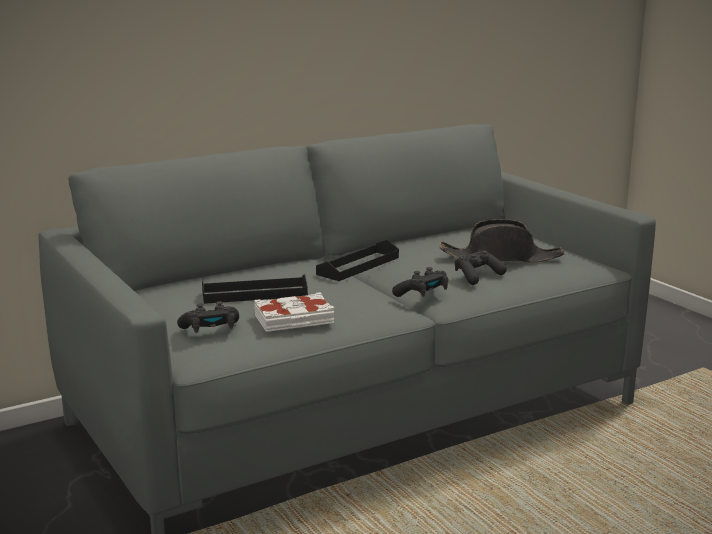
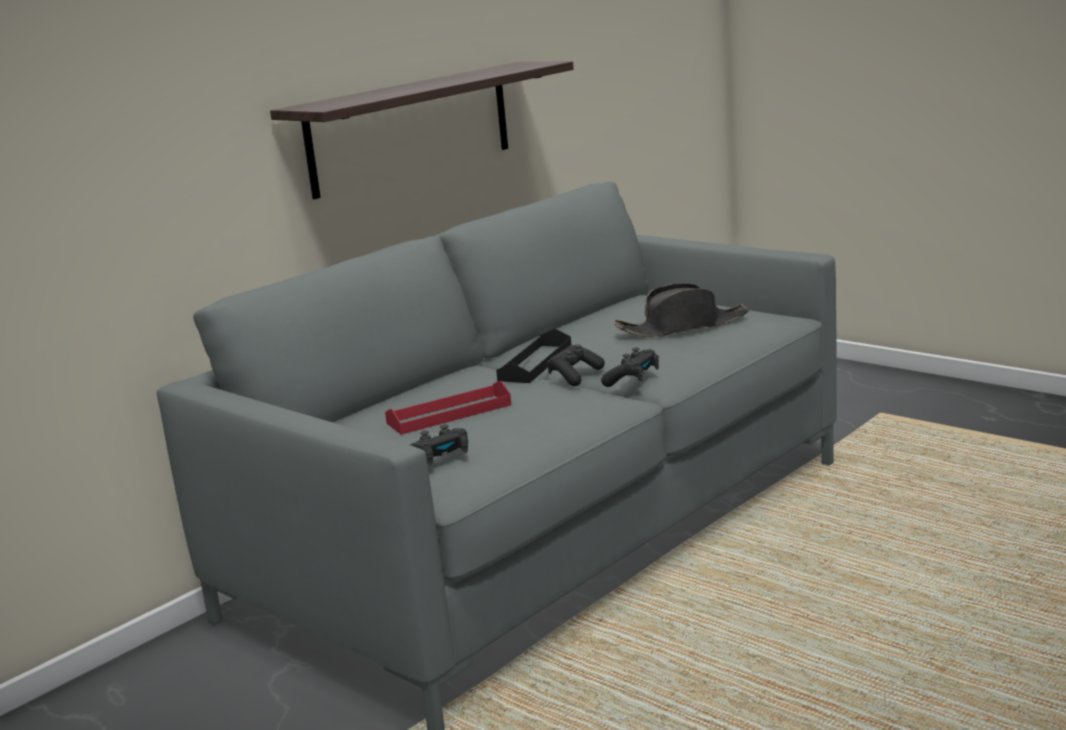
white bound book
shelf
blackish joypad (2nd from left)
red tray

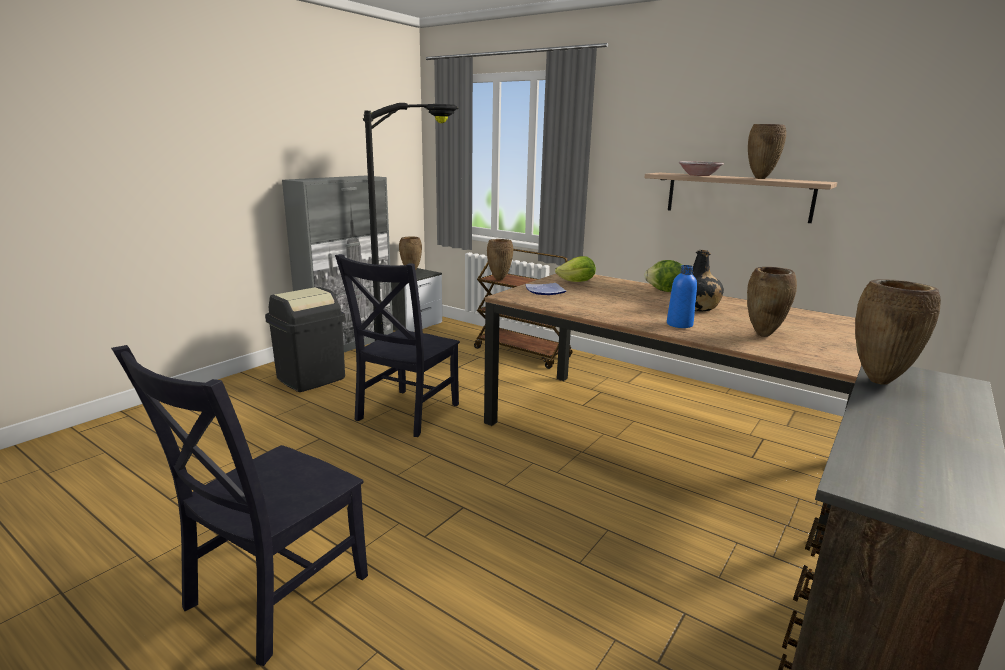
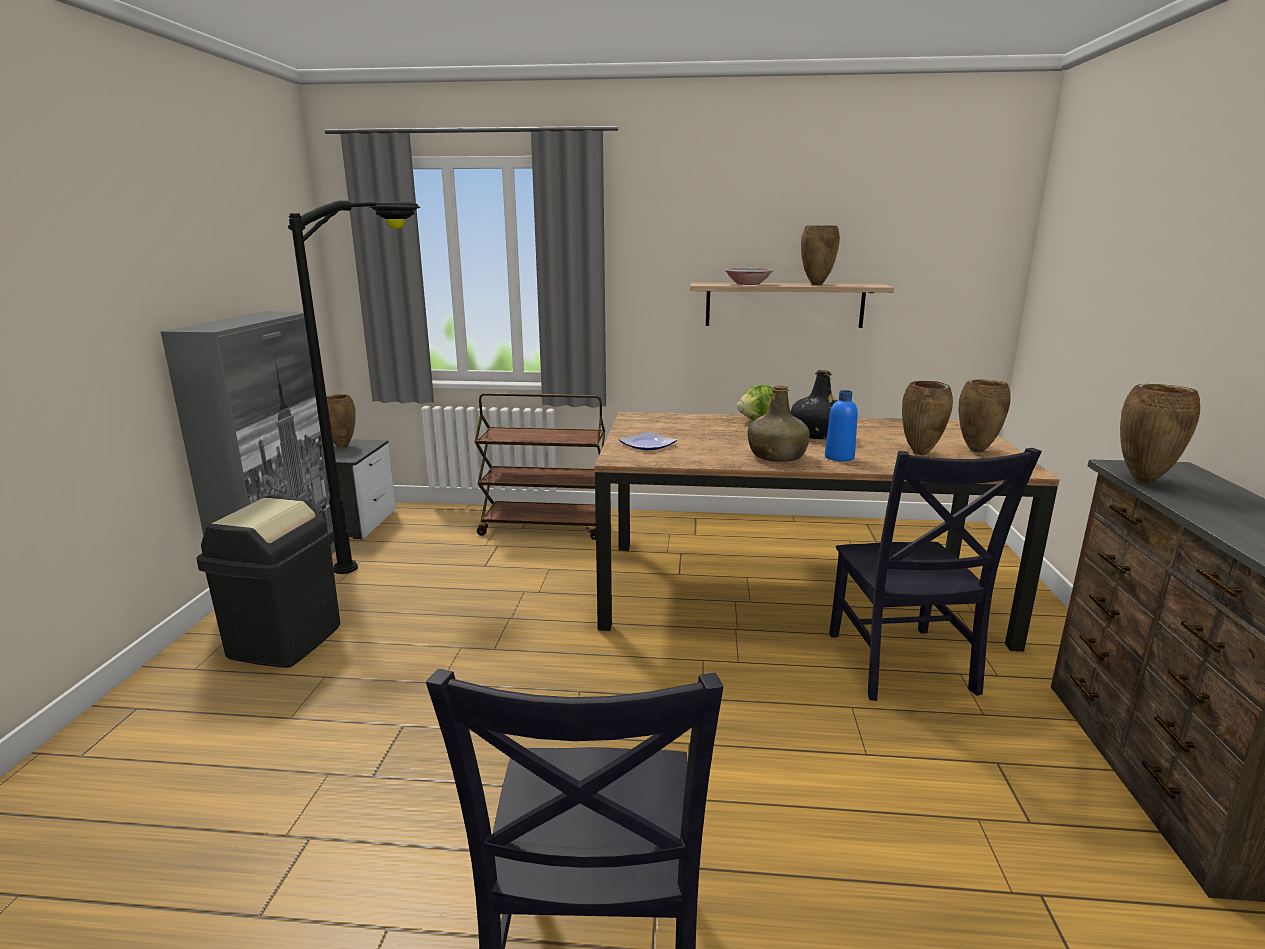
lettuce head (1st from left in the first image)
green bottle
blackish upright chair (2nd from left)
brown flower vase (4th from left)

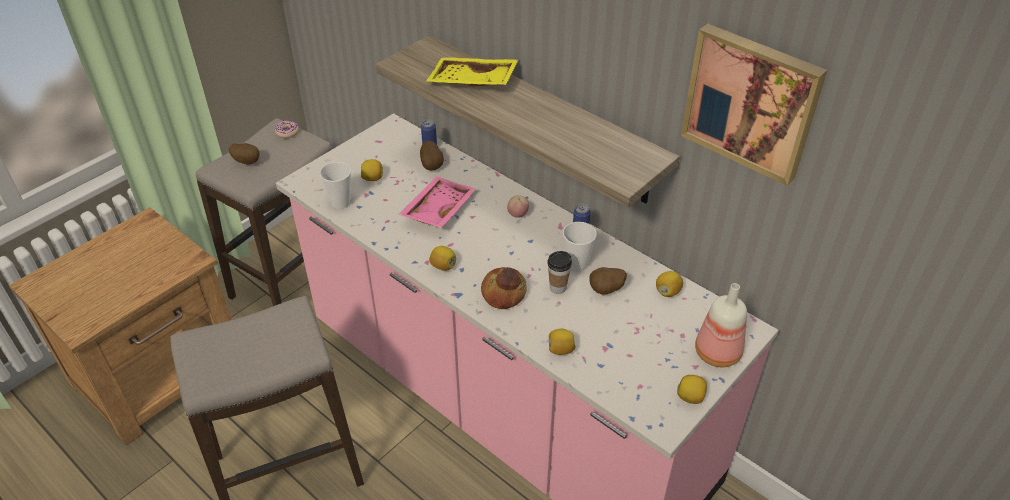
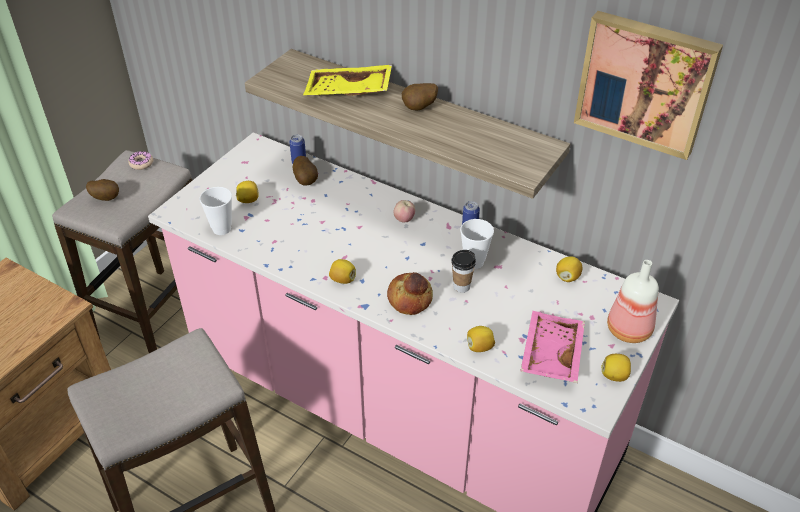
pink tray
potato (3rd from left)

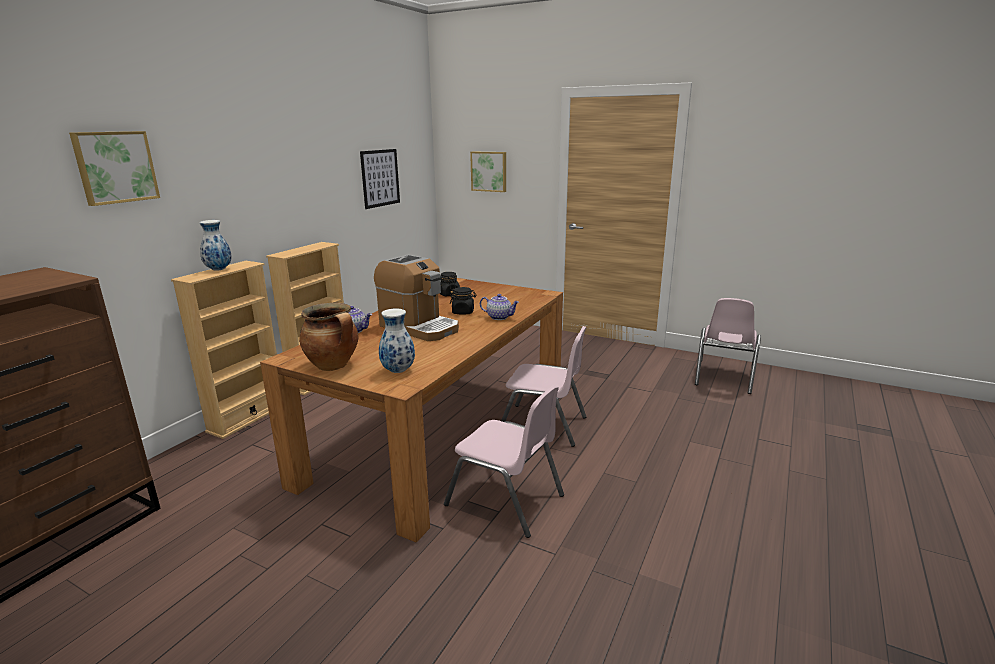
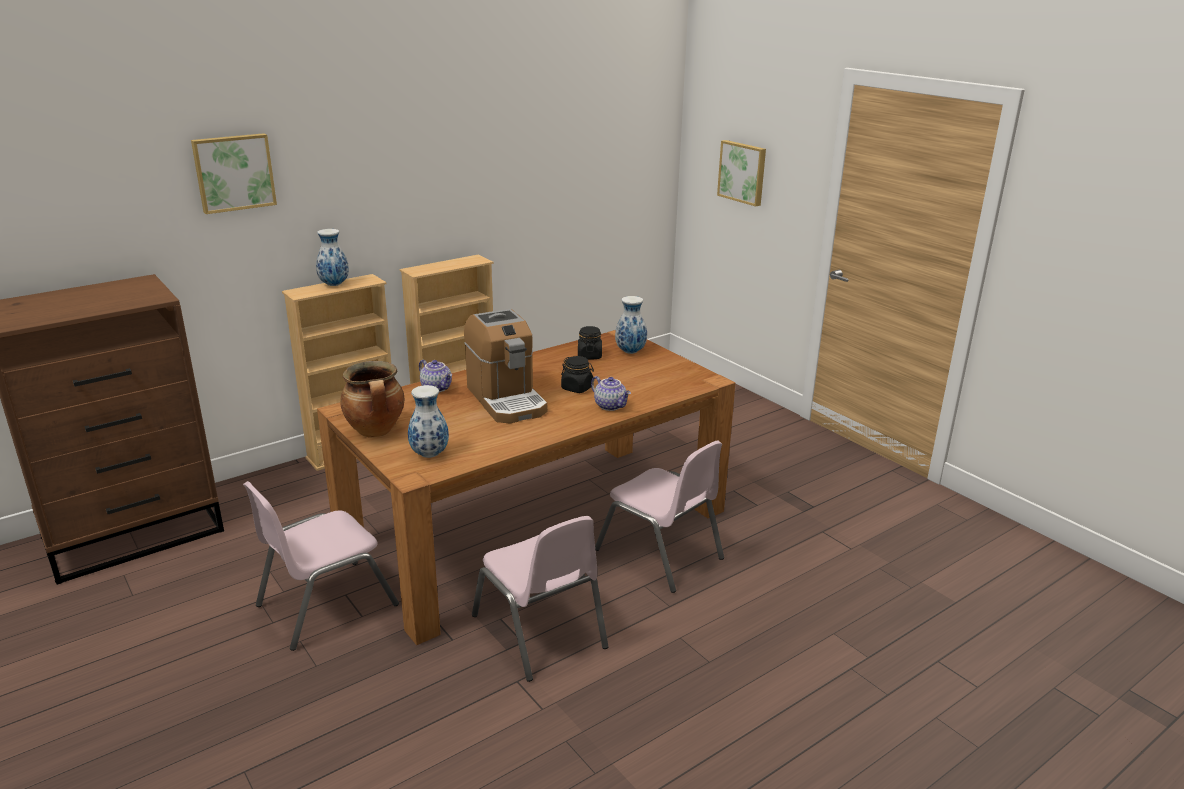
wall picture (2nd from left in the first image)
flower vase (3rd from left)
pink upright chair (1st from left)

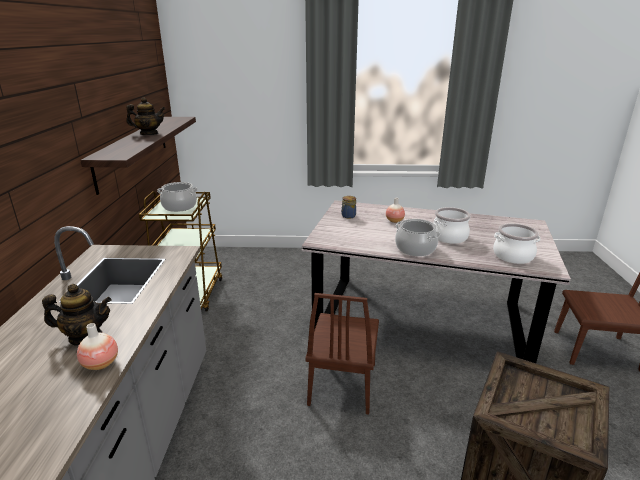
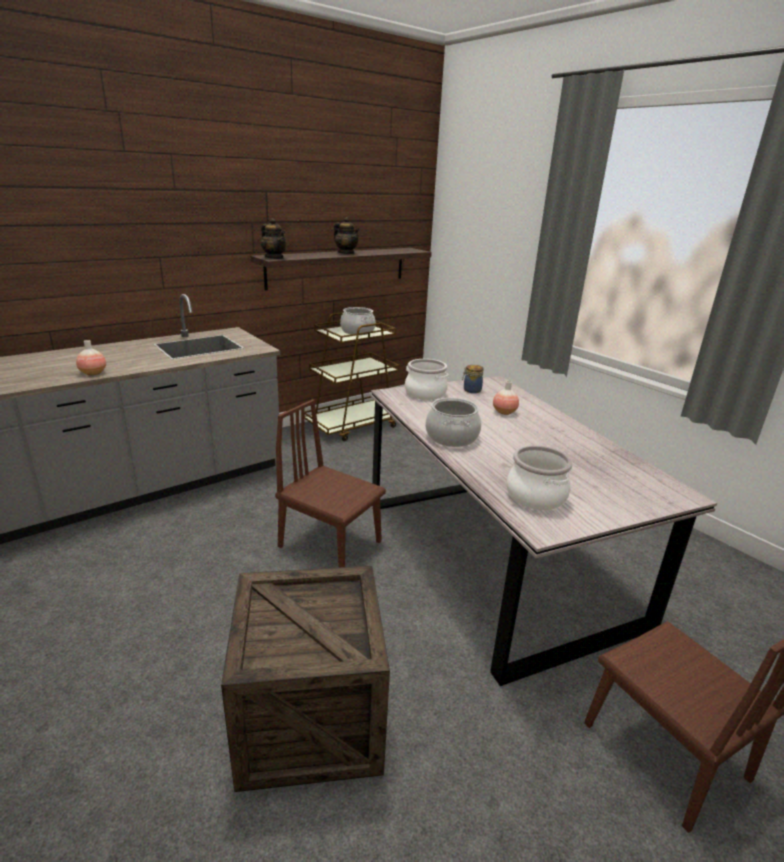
teapot (1st from left)
stockpot (2nd from left)
brown upright chair (1st from left)

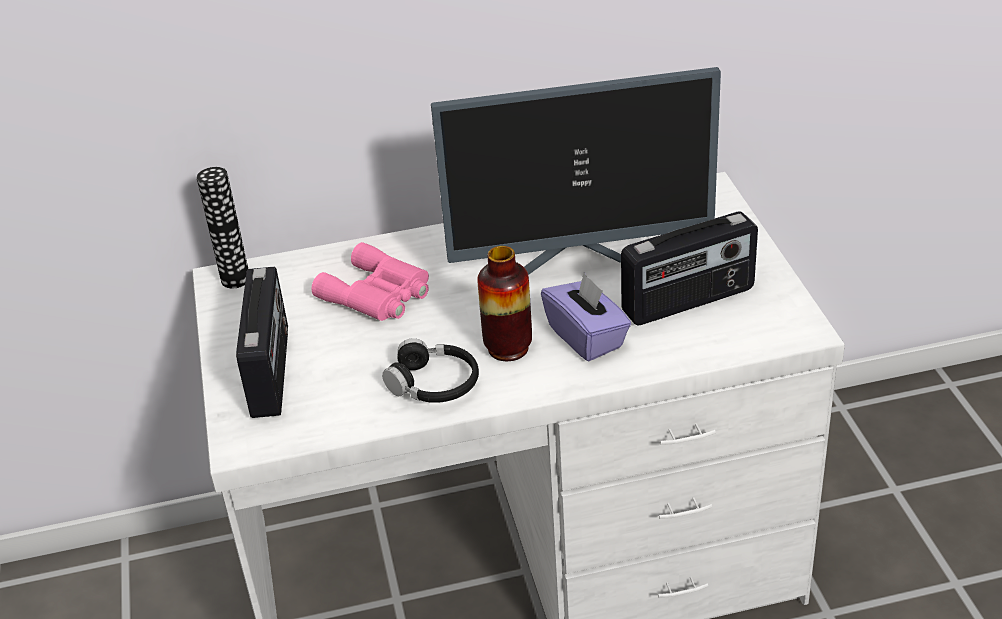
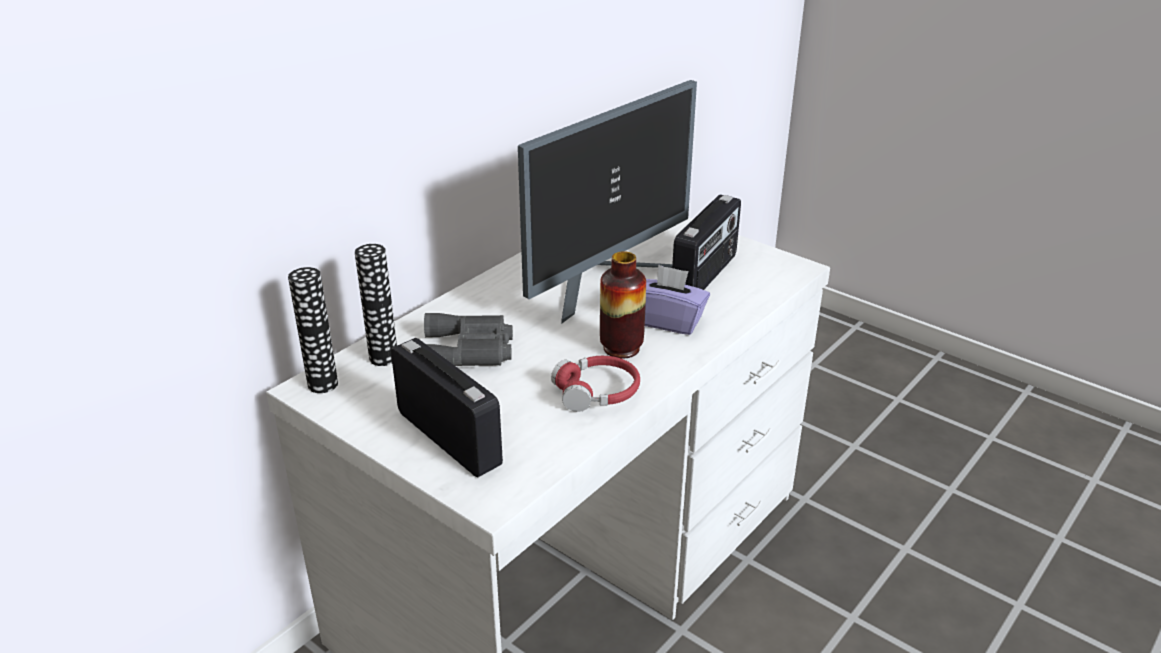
flower vase (2nd from left)
grey pair of binoculars
red pair of headphones

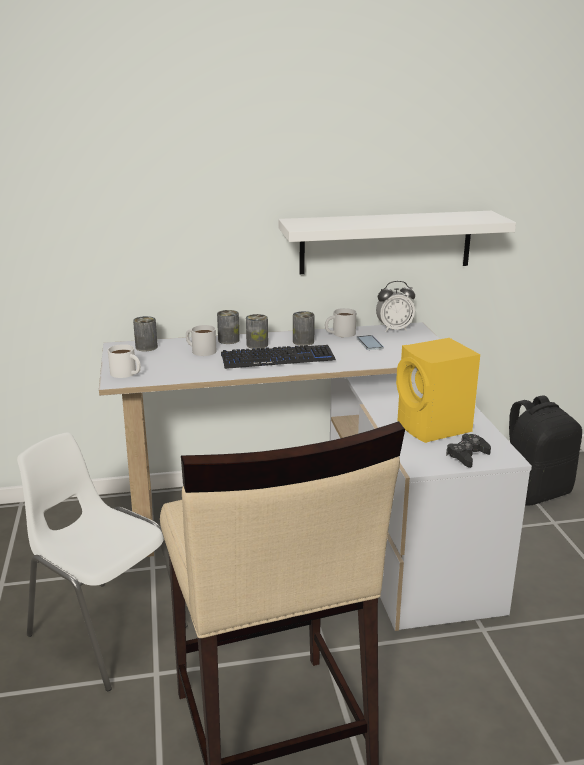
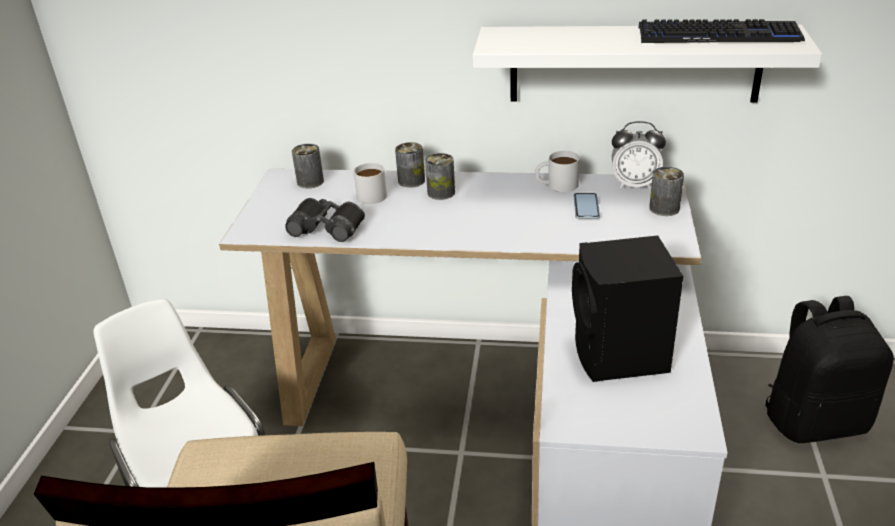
white tea mug (1st from left in the first image)
blackish joypad
blackish pair of binoculars
computer keyboard
metal can (4th from left)
blackish speaker

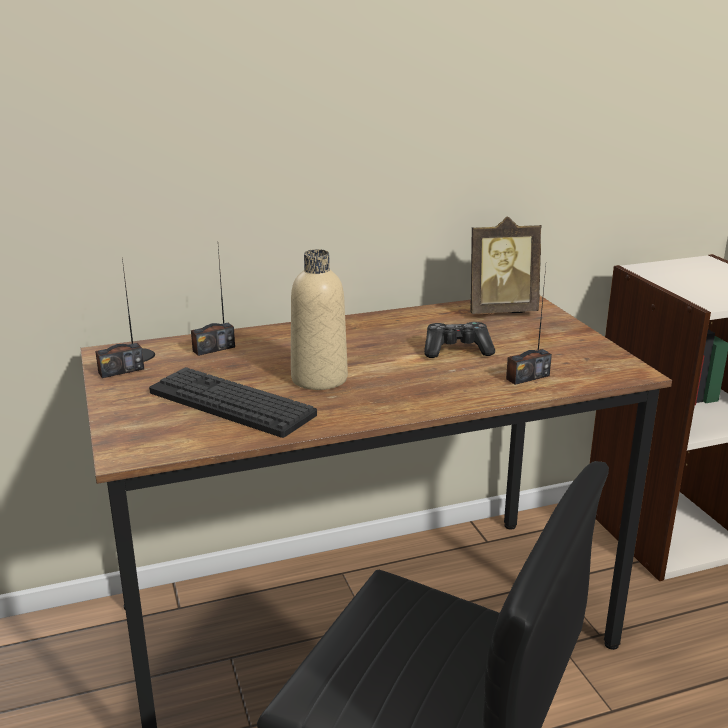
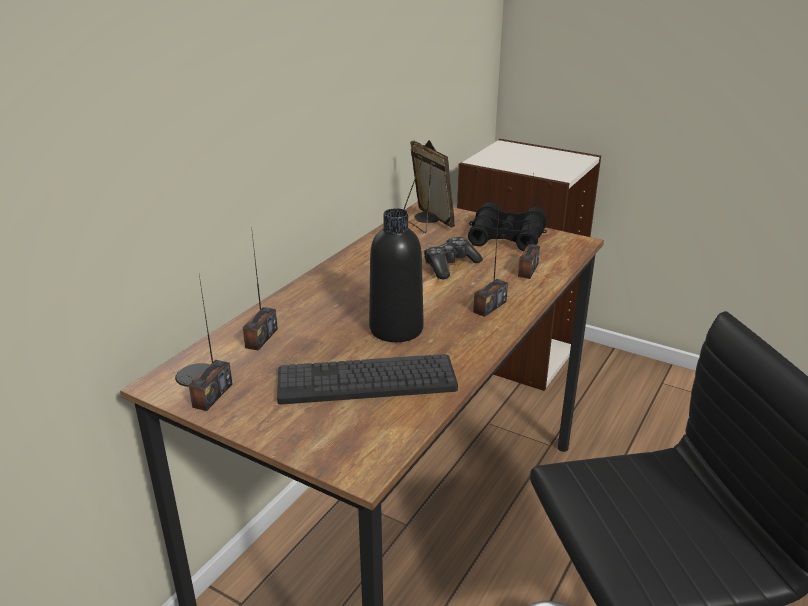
blackish pair of binoculars
radio receiver (3rd from left)
blackish bottle
standing frame

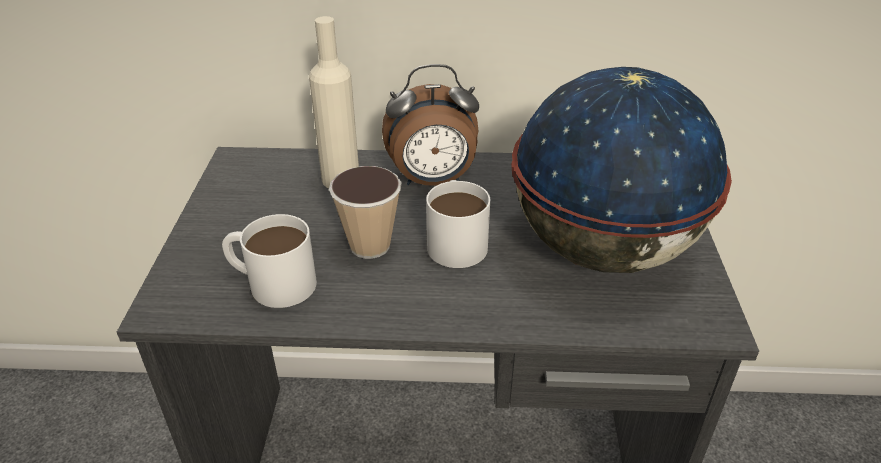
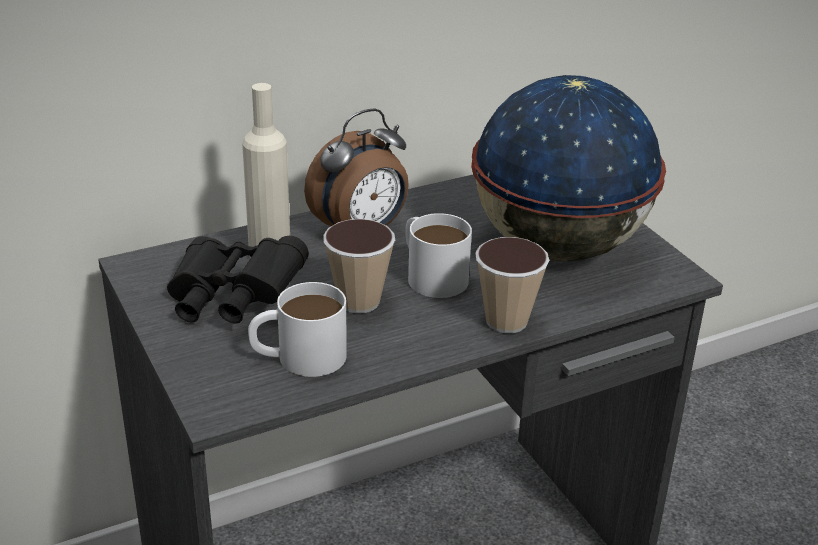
blackish pair of binoculars
drinking cup (2nd from left)

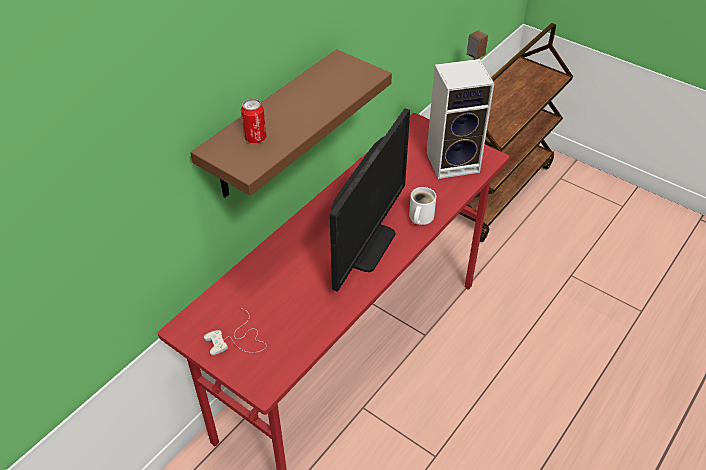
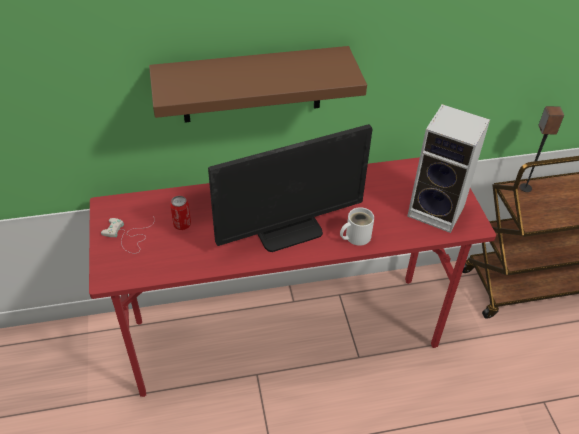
metal can

